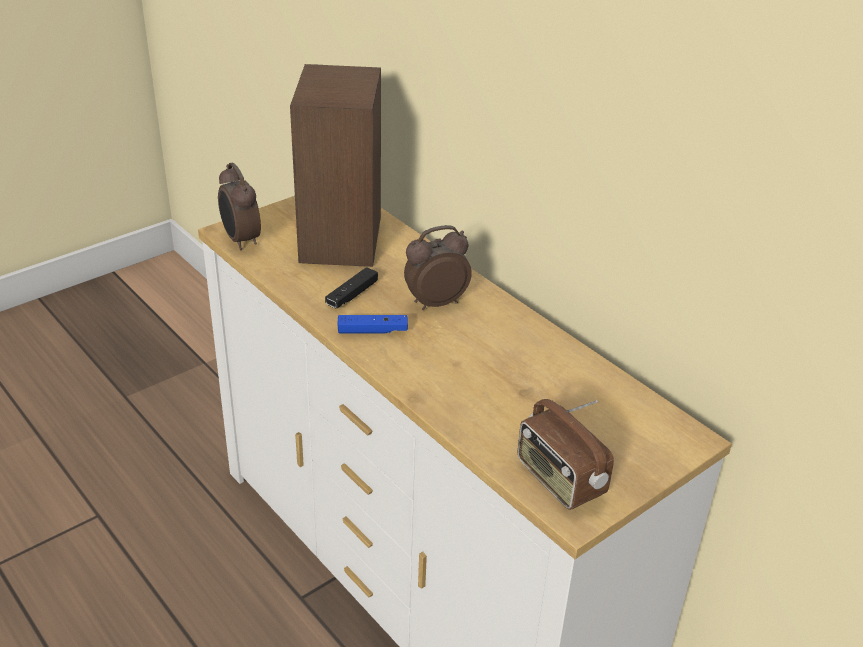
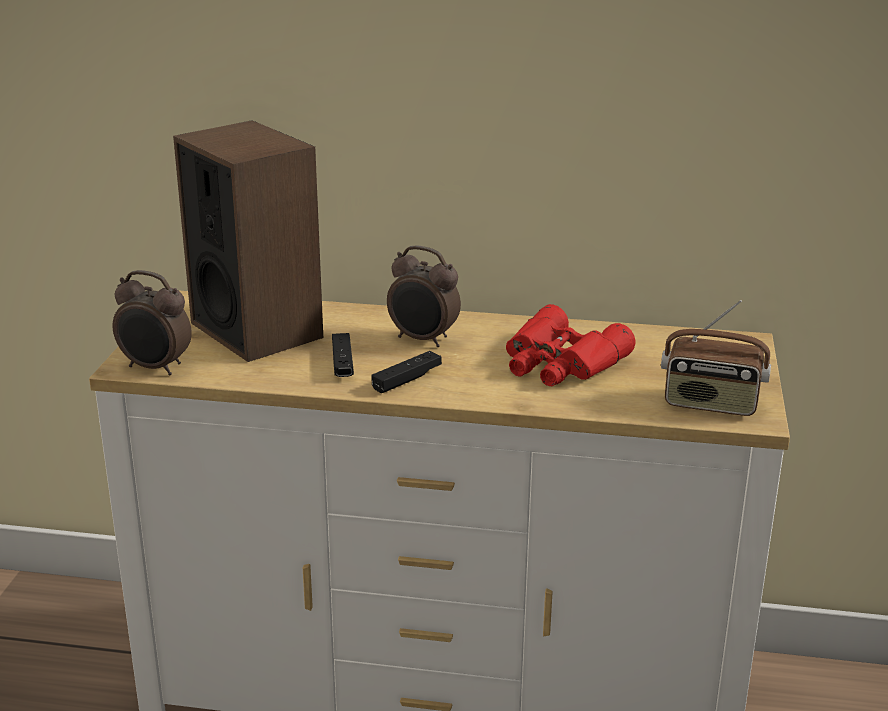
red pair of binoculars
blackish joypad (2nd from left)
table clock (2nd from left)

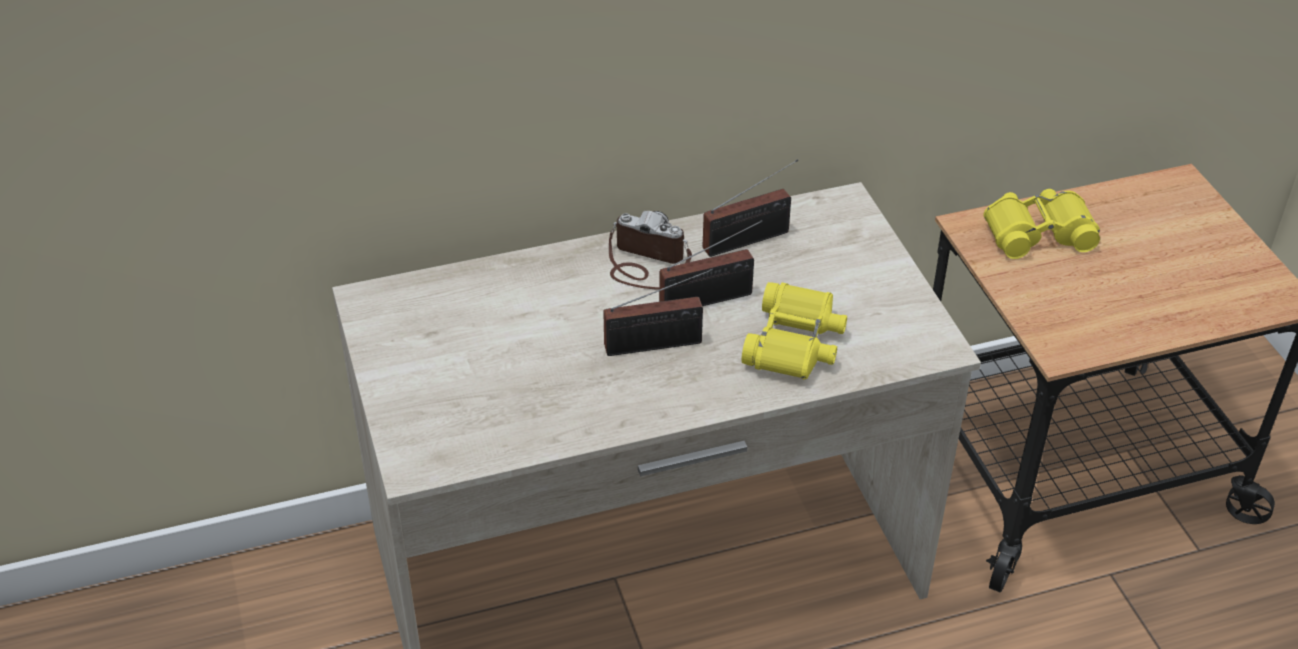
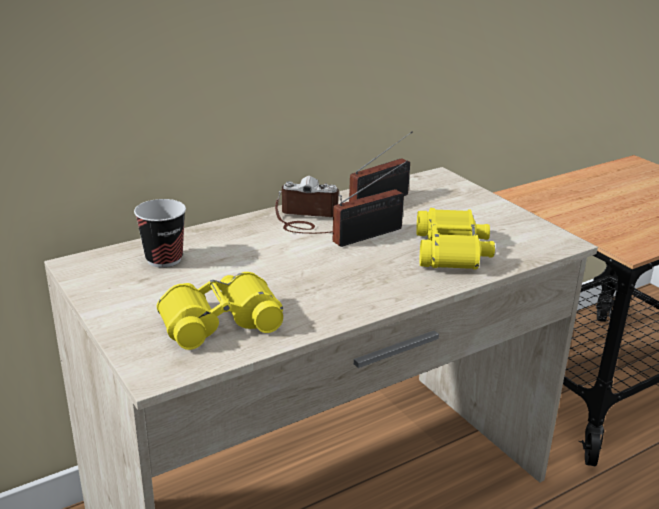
radio receiver (1st from left in the first image)
drinking cup
yellow-coloured pair of binoculars (1st from left)

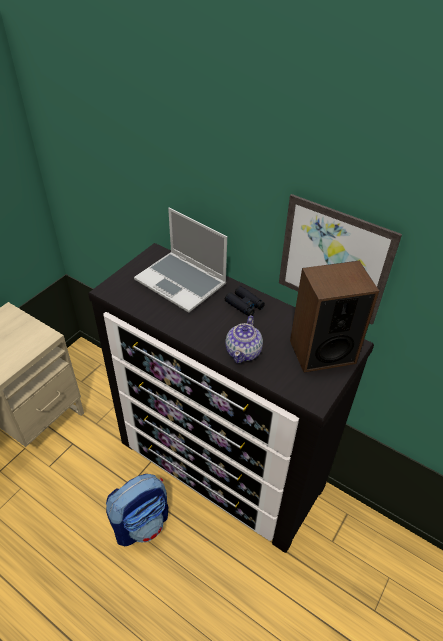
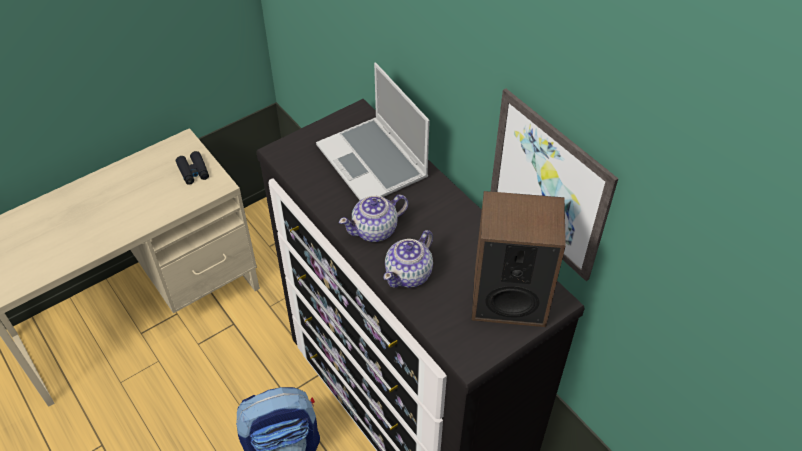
teapot (1st from left)
blackish pair of binoculars

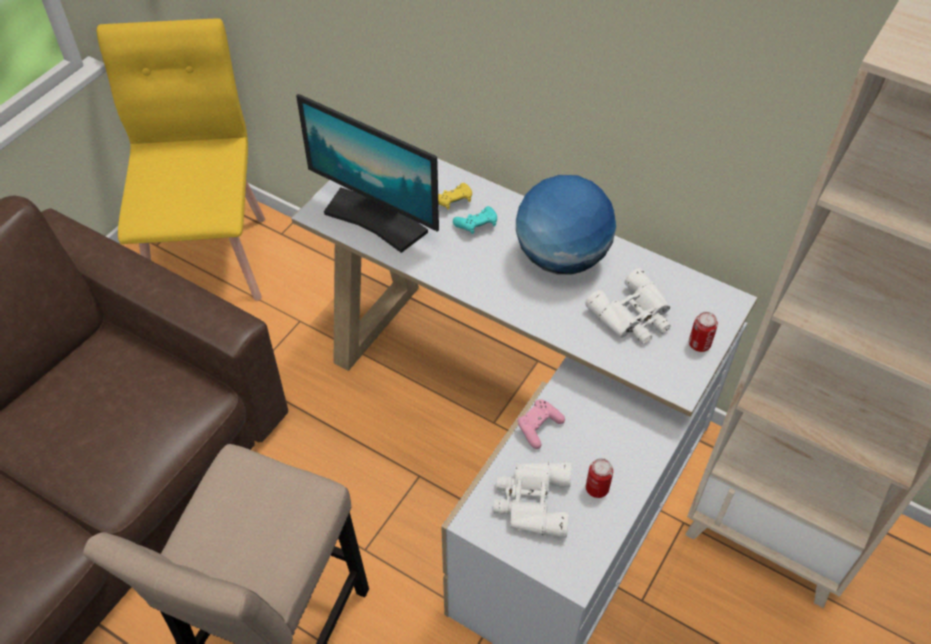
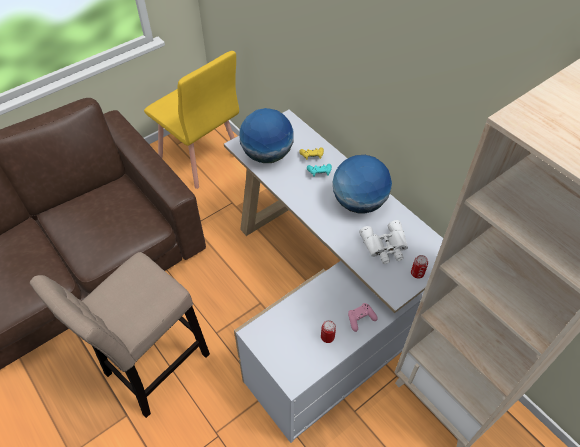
white pair of binoculars (1st from left in the first image)
pink joypad
globe (1st from left)
yellow-coloured upright chair

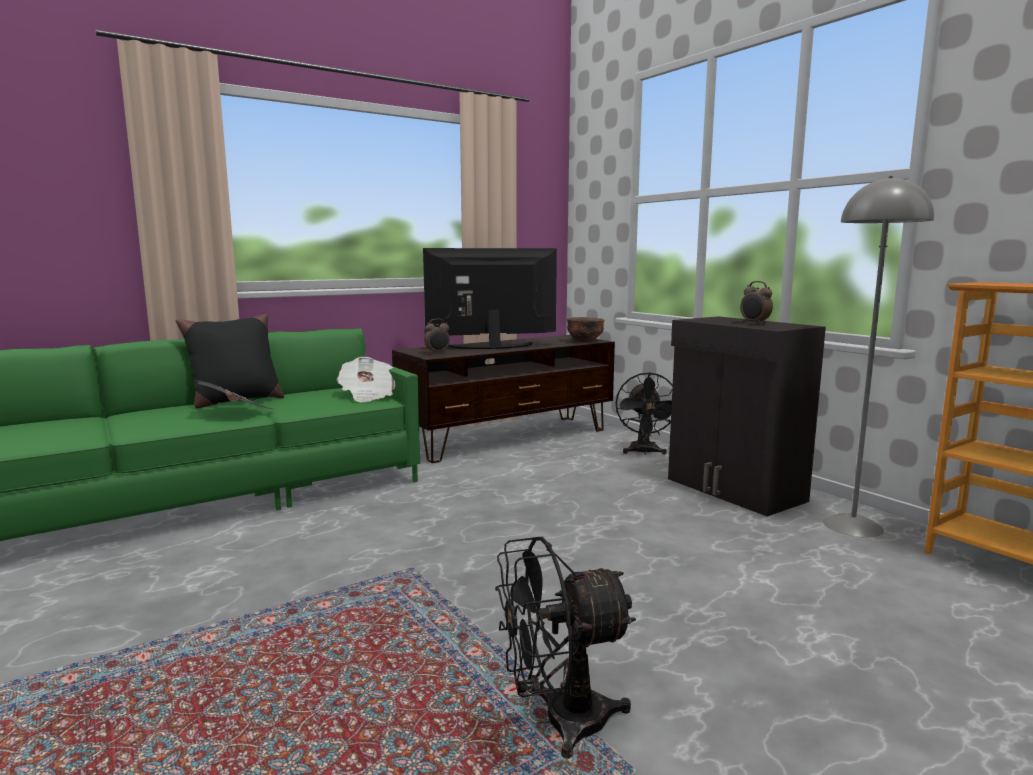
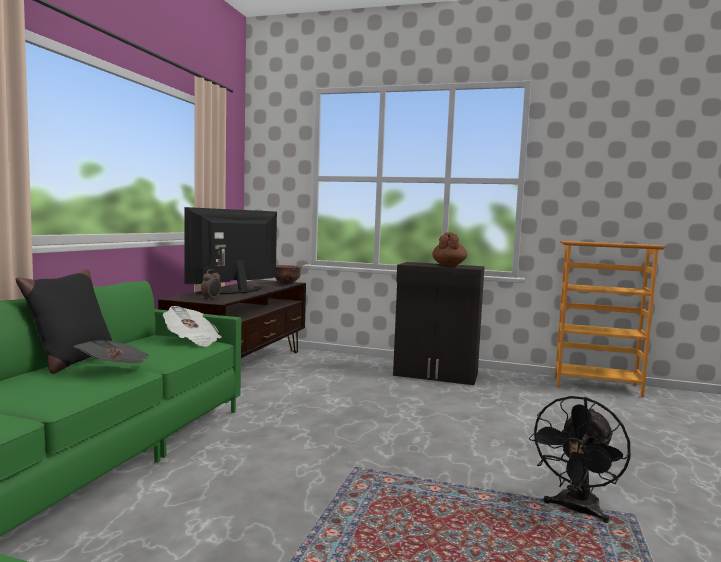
blackish electric fan (2nd from left in the first image)
grey standing lamp
brown teapot

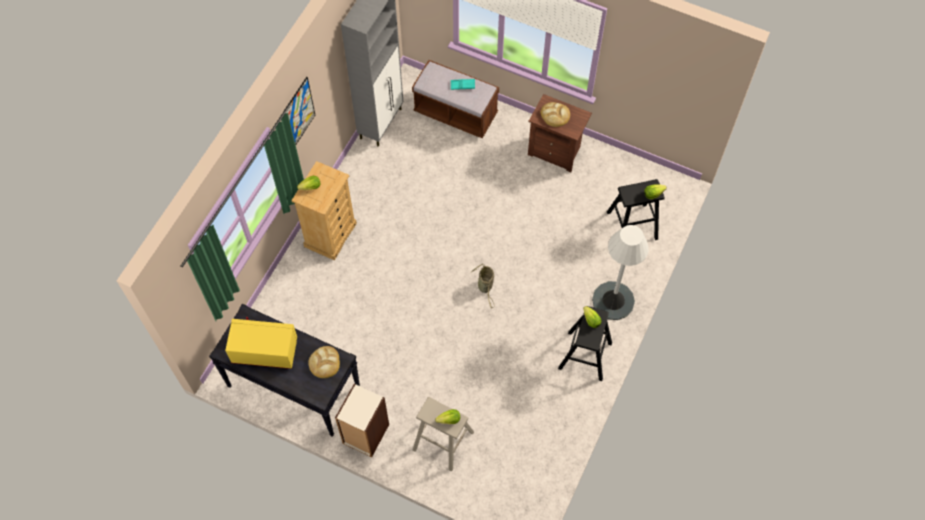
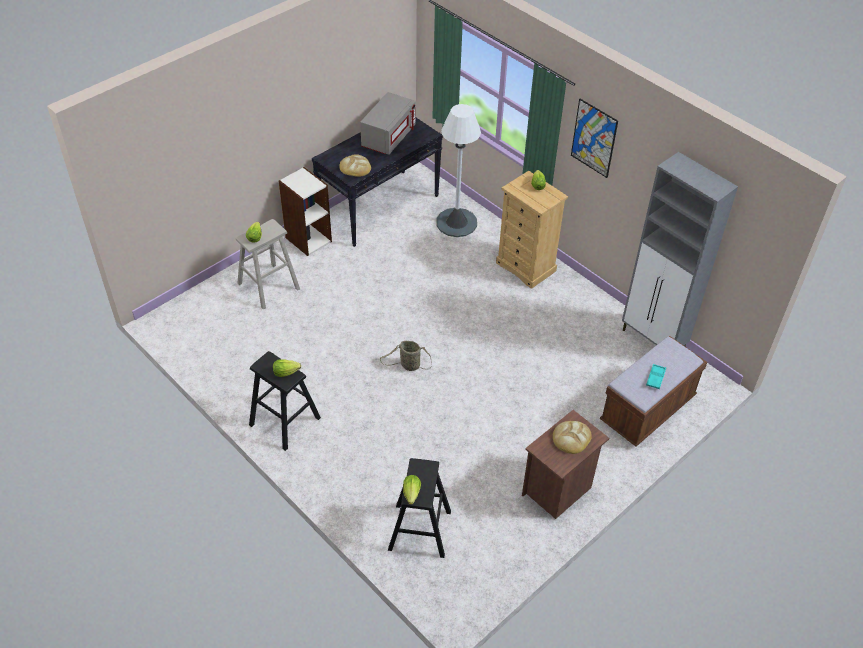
white standing lamp
grey kitchen microwave

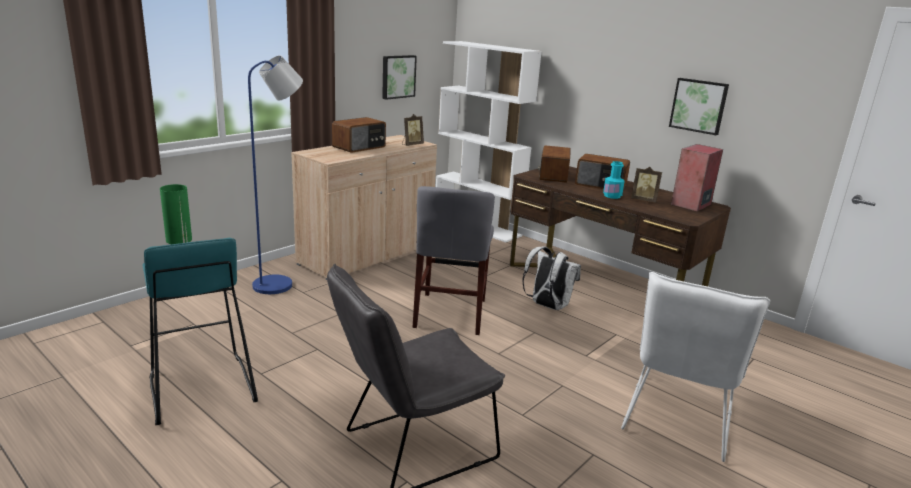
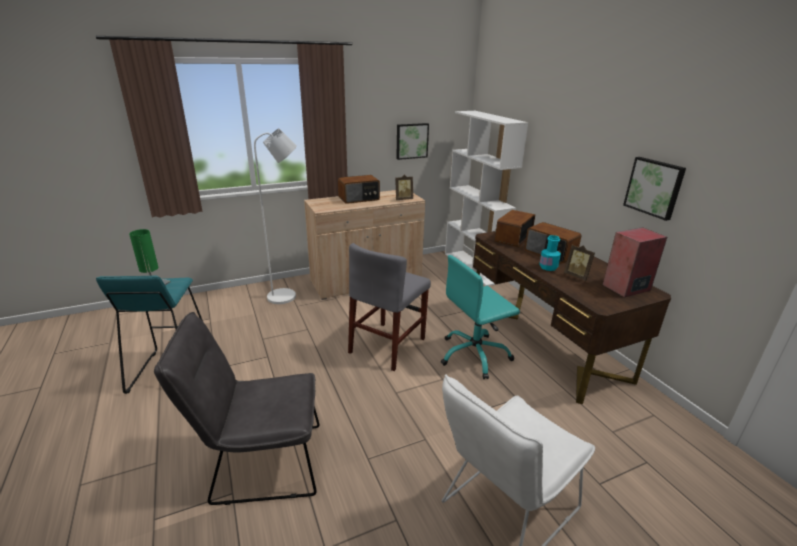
turquoise-coloured desk chair
white standing lamp

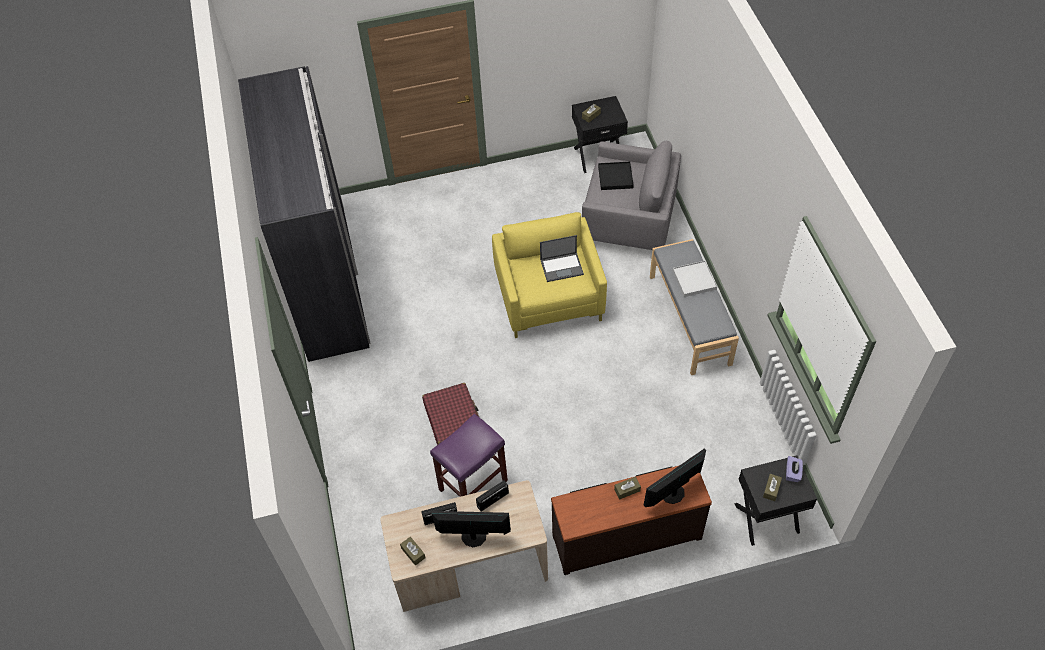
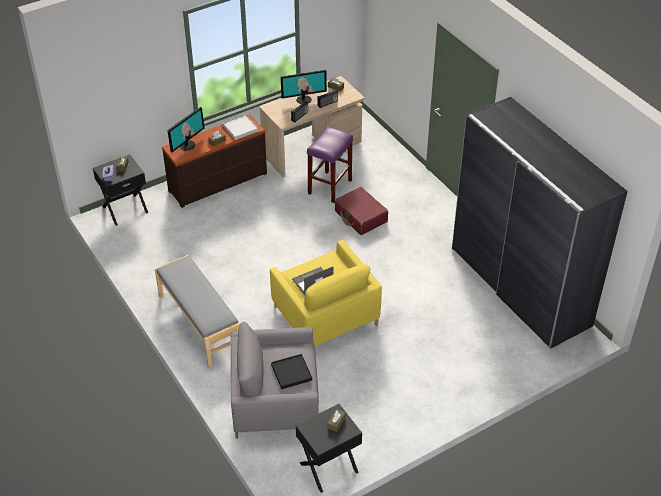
white tray

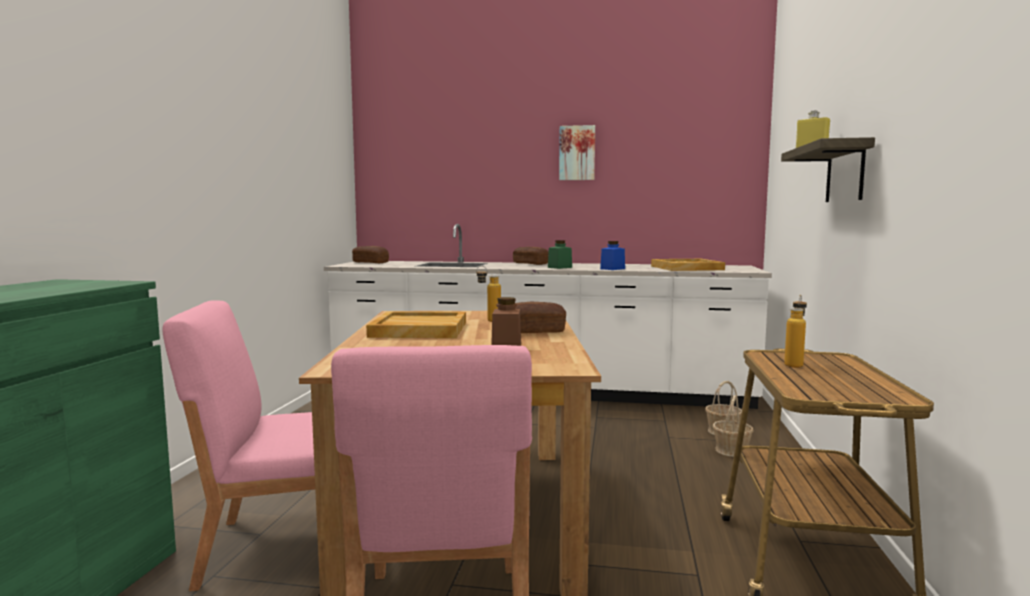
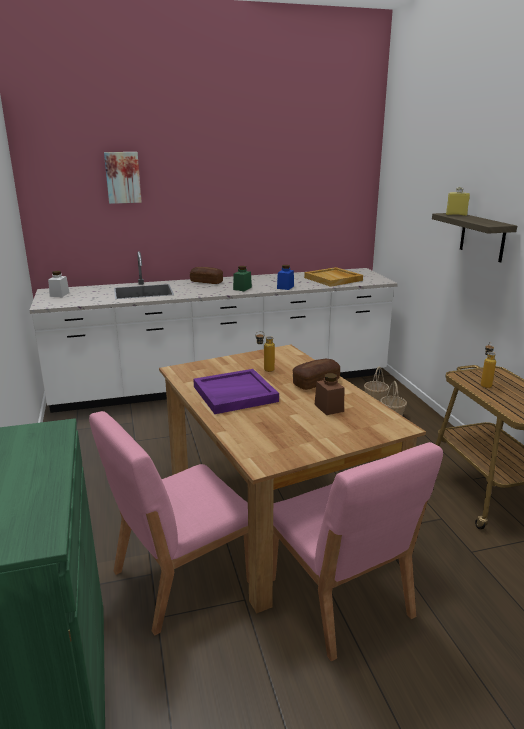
wall picture
white preserve jar
purple-coloured tray

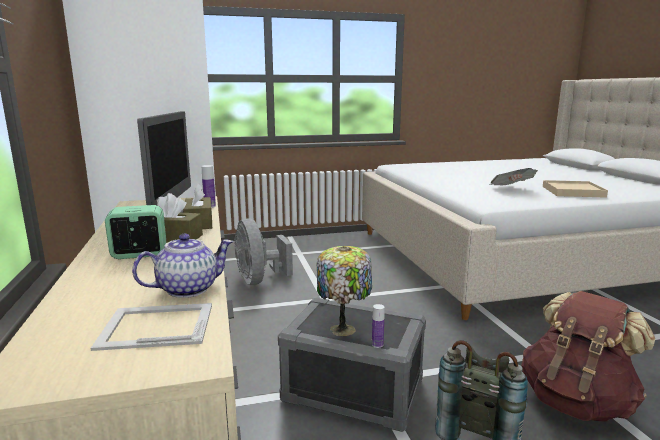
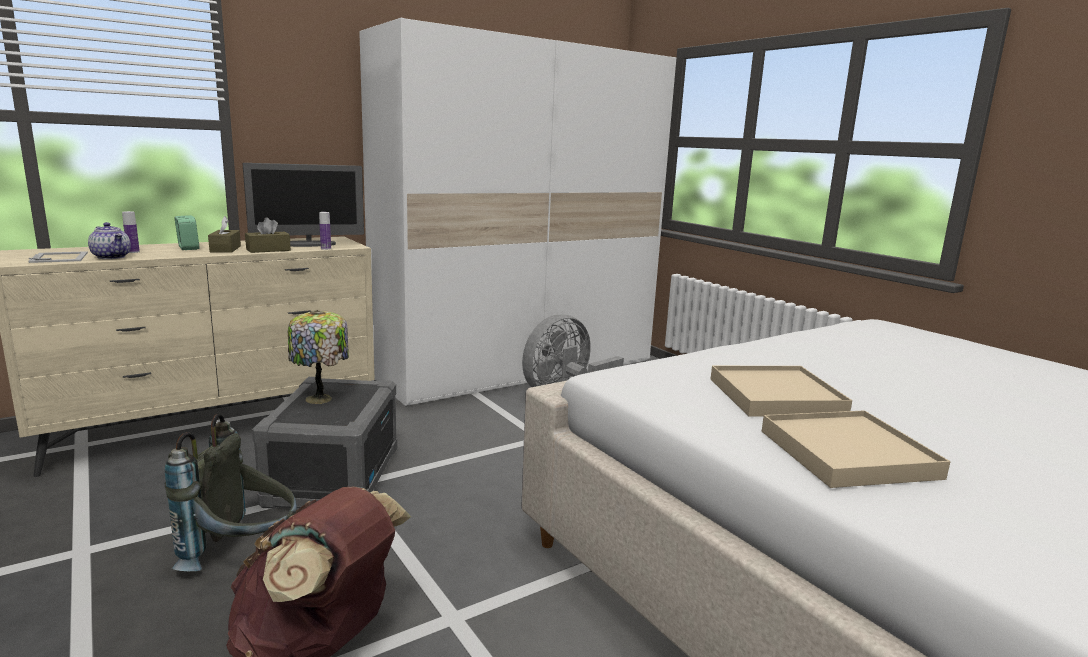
bottle (1st from left)
beige tray (1st from left)

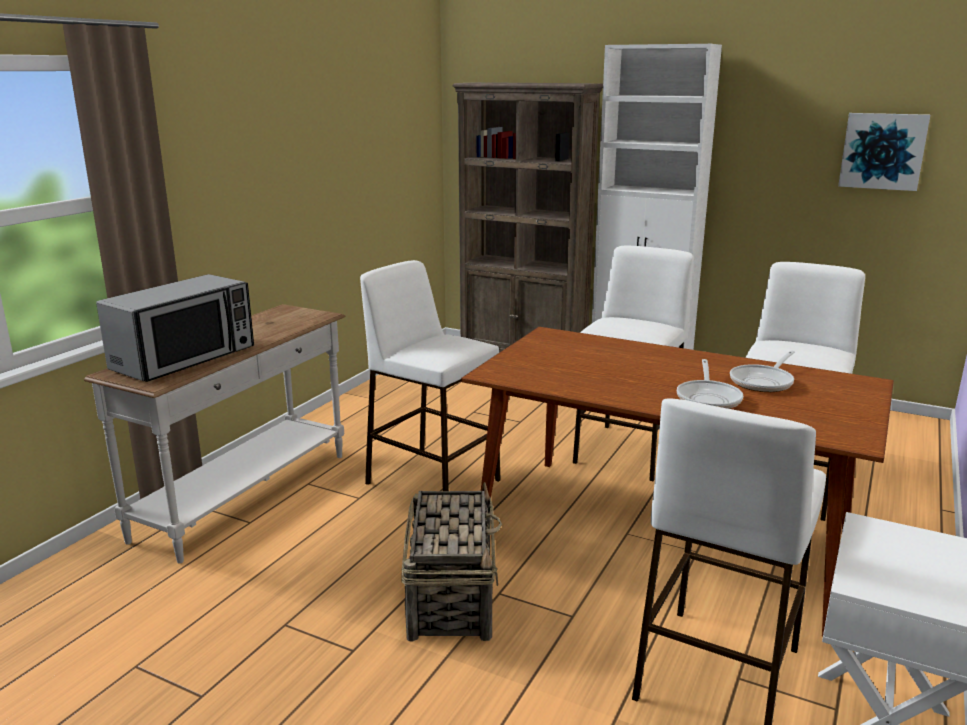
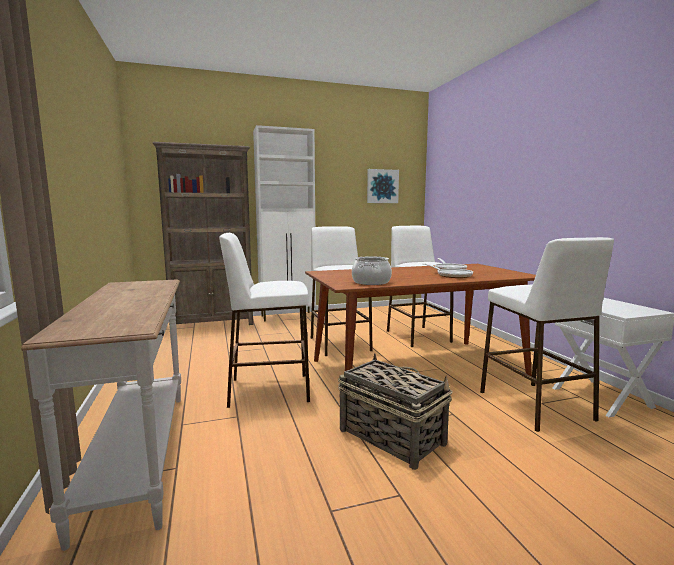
kitchen microwave
stockpot

